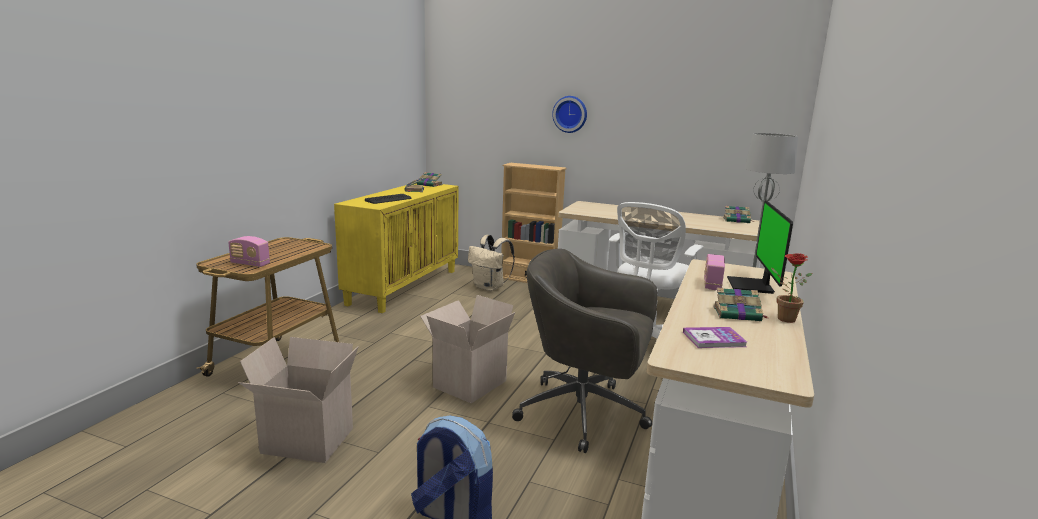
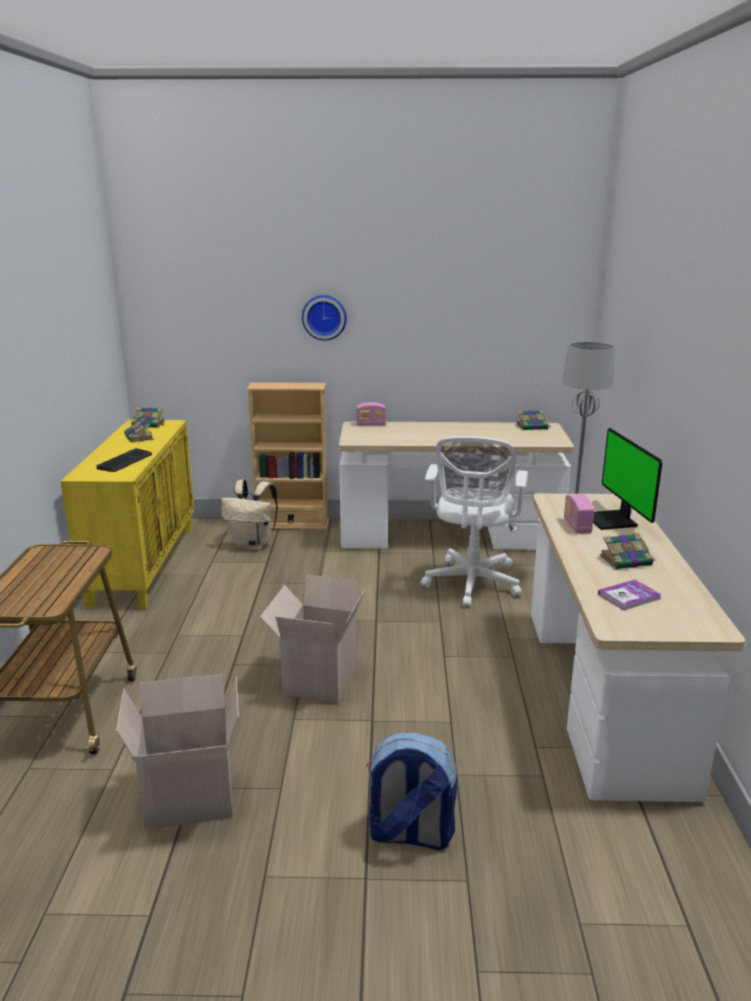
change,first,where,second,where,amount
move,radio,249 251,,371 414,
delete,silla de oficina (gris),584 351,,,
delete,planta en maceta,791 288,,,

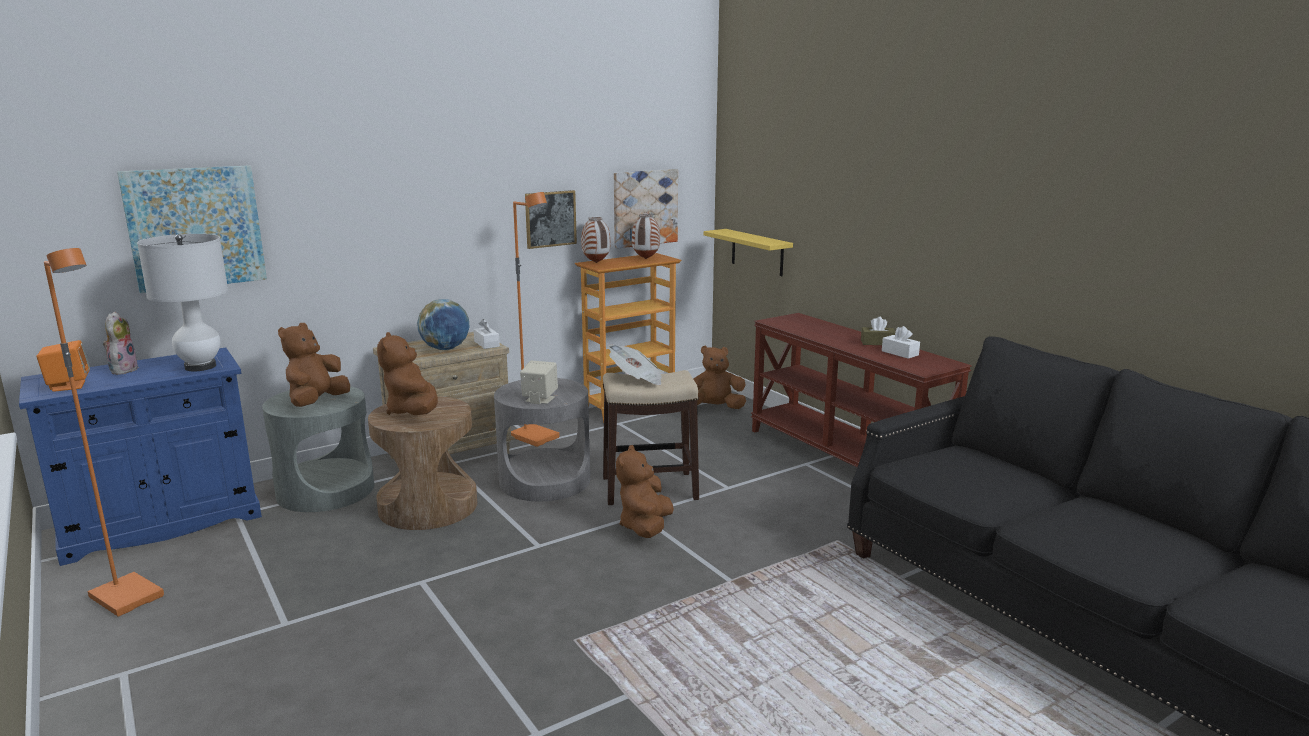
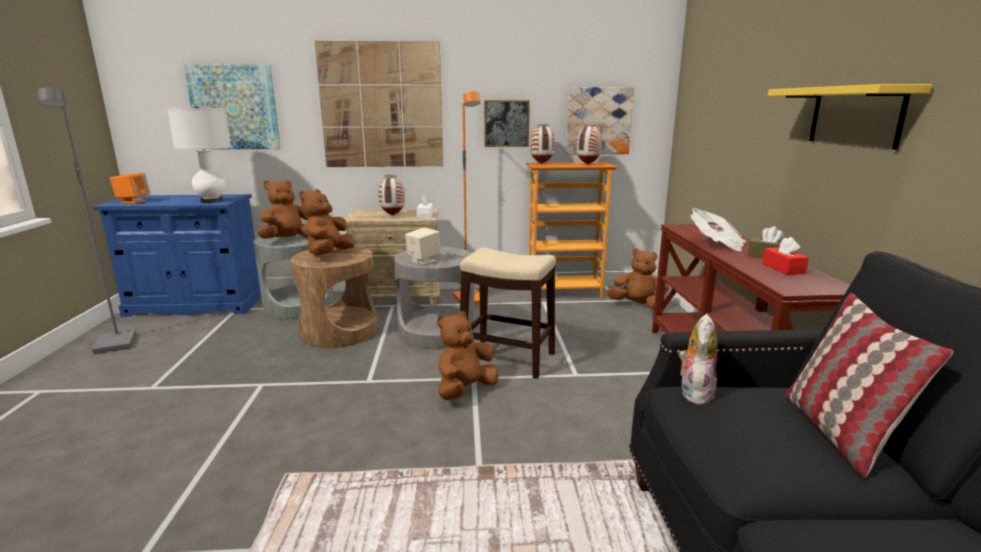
change,first,where,second,where,amount
move,estante (amarillo),748 252,,850 117,
recolor,lámpara de pie (naranja),104 432,lámpara de pie (gris),86 221,
replace,globo terráqueo,443 324,florero,391 195,
move,peluche,121 343,,698 359,
recolor,caja de pañuelos (blanco),901 342,caja de pañuelos (rojo),785 256,
move,periódico,635 364,,718 229,
insert,,,cuadro,379 104,
insert,,,cojín,869 385,

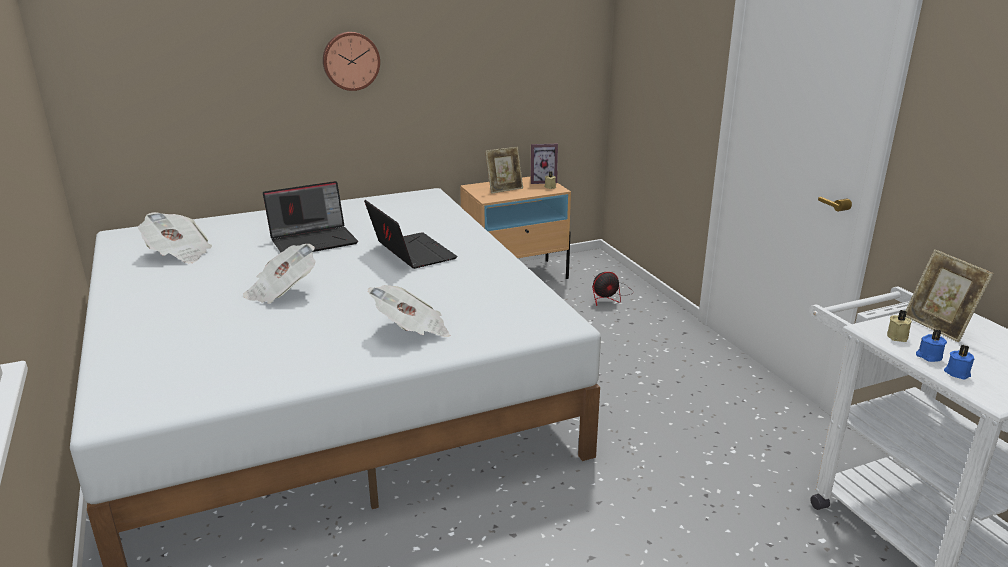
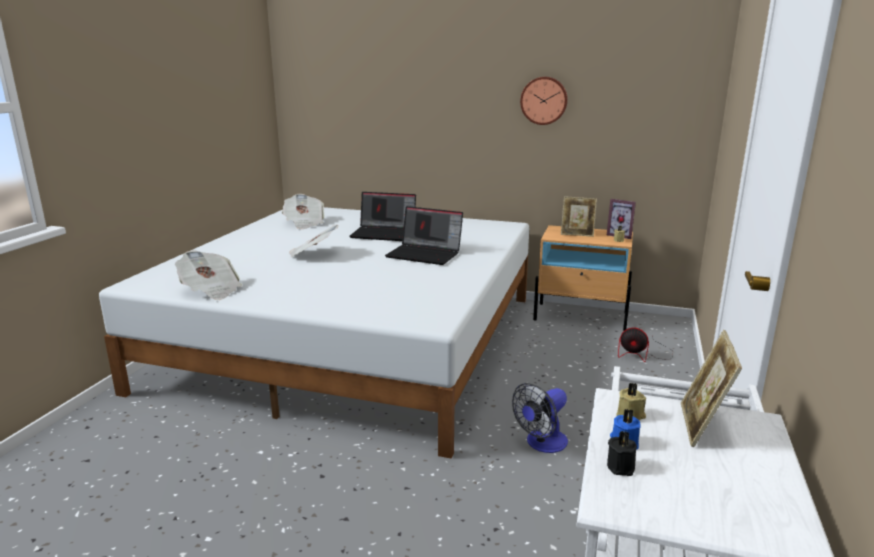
change,first,where,second,where,amount
move,reloj de pared,351 61,,544 101,
rotate,portátil,411 234,,424 235,105 degrees clockwise
move,periódico,409 311,,208 275,
recolor,vela (azul),959 362,vela (negro),622 453,
insert,,,ventilador,540 418,

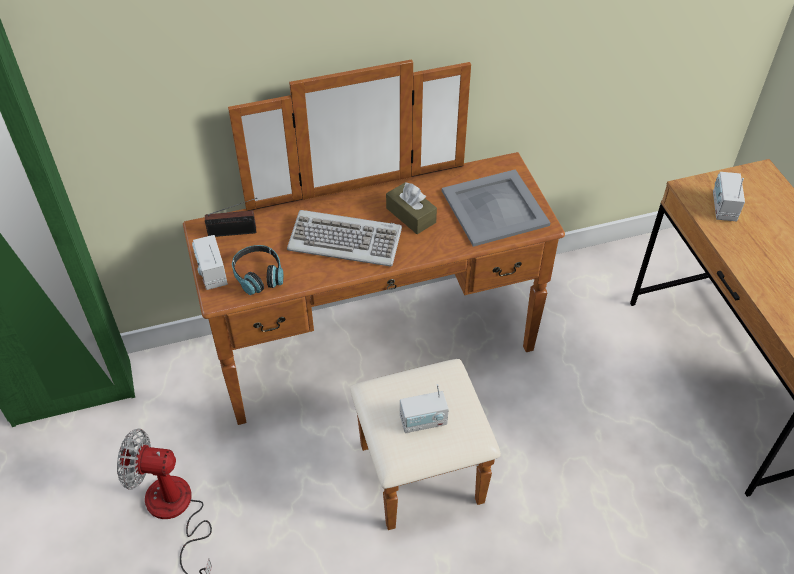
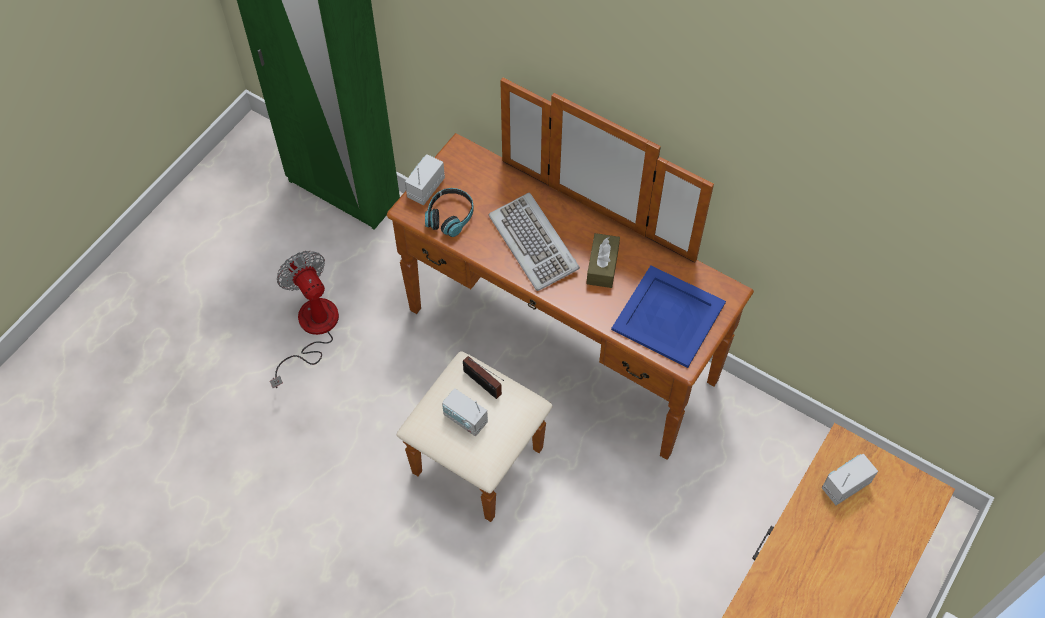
change,first,where,second,where,amount
recolor,bandeja (gris),496 208,bandeja (azul),668 316,
move,radio,231 217,,483 377,

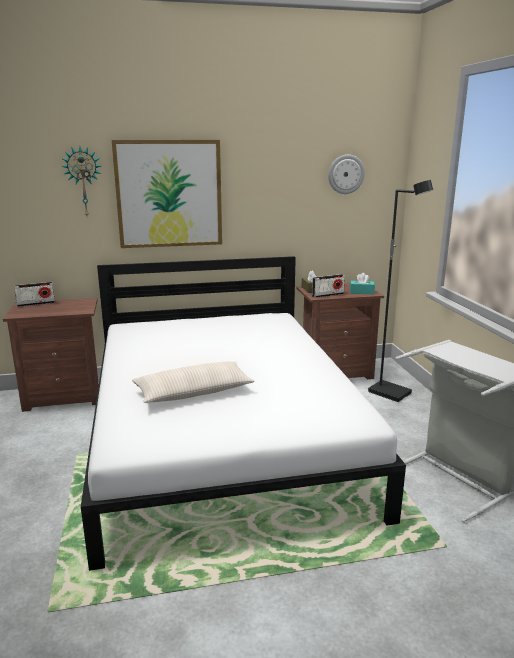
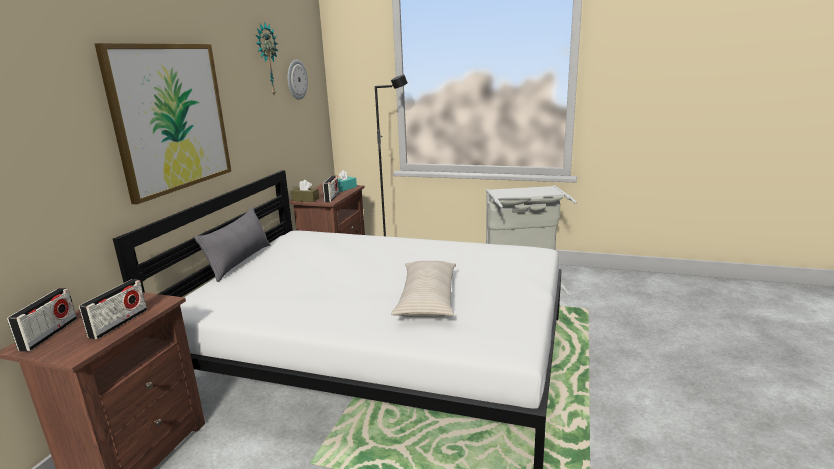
change,first,where,second,where,amount
move,reloj de pared,81 181,,267 59,
insert,,,cojín (gris),232 244,
insert,,,radio,113 309,

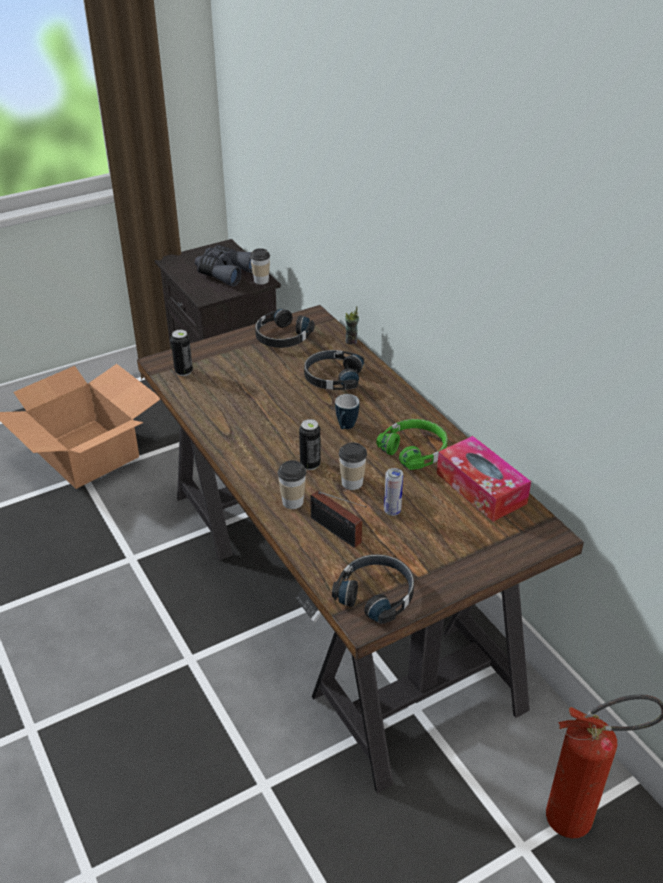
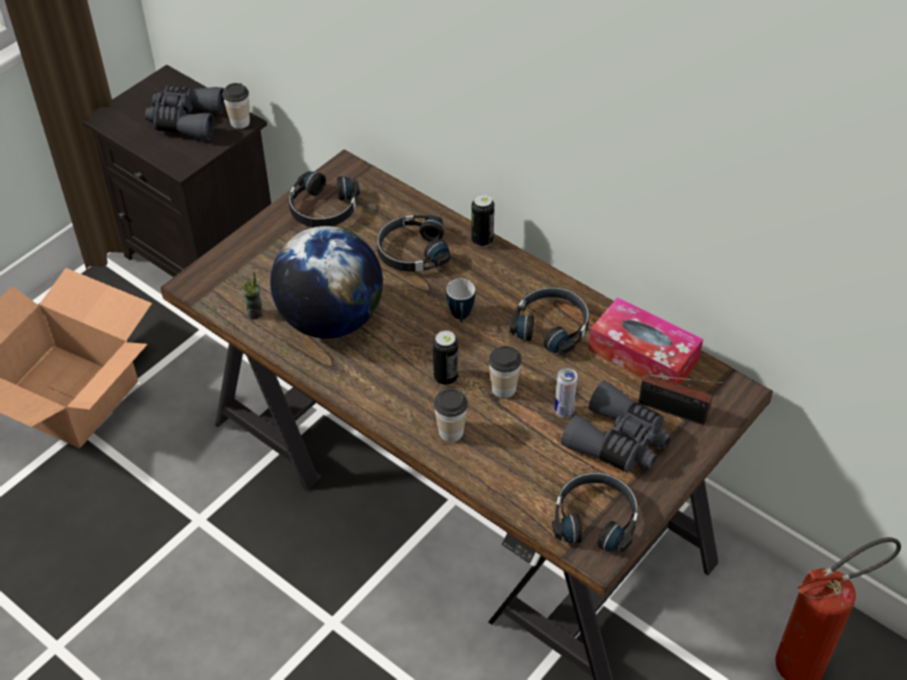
change,first,where,second,where,amount
move,taza,352 325,,252 296,
move,lata,182 353,,482 220,
recolor,auriculares (verde),412 444,auriculares (negro),549 321,
move,radio,338 519,,681 399,
insert,,,globo terráqueo,326 282,
insert,,,prismáticos (gris),616 426,

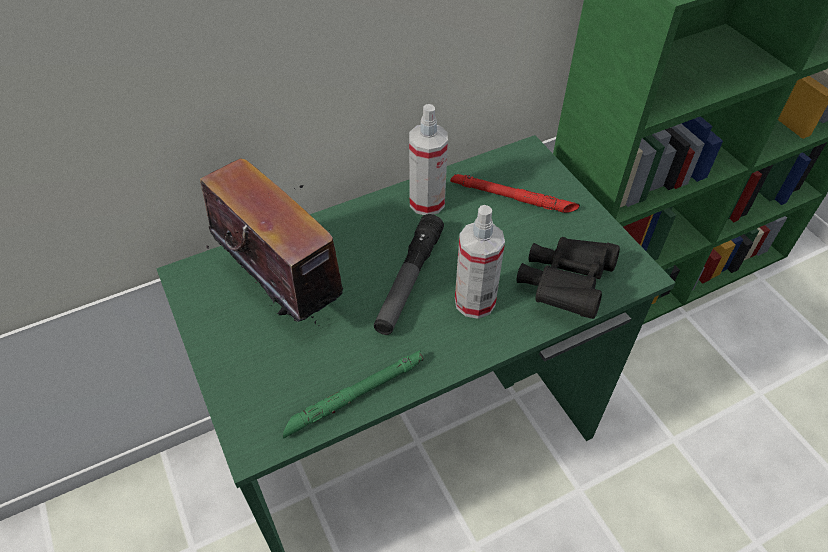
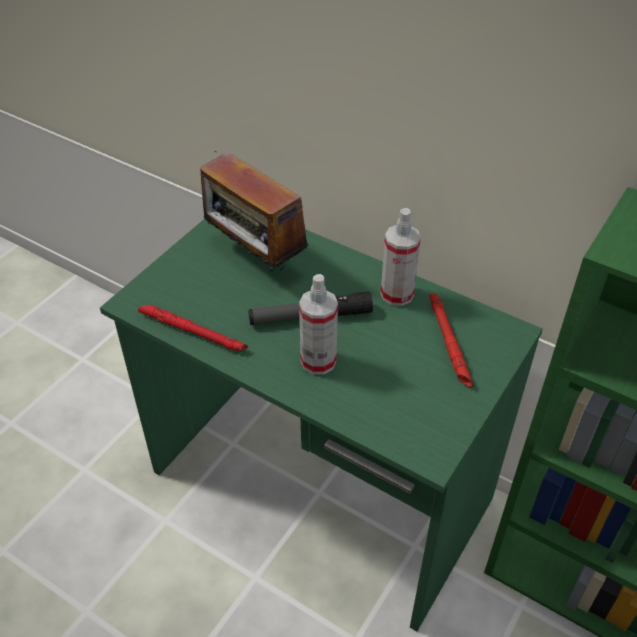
change,first,where,second,where,amount
rotate,radio,271 242,,254 211,120 degrees clockwise
delete,prismáticos (negro),568 278,,,
recolor,linterna (verde),353 394,linterna (rojo),193 328,

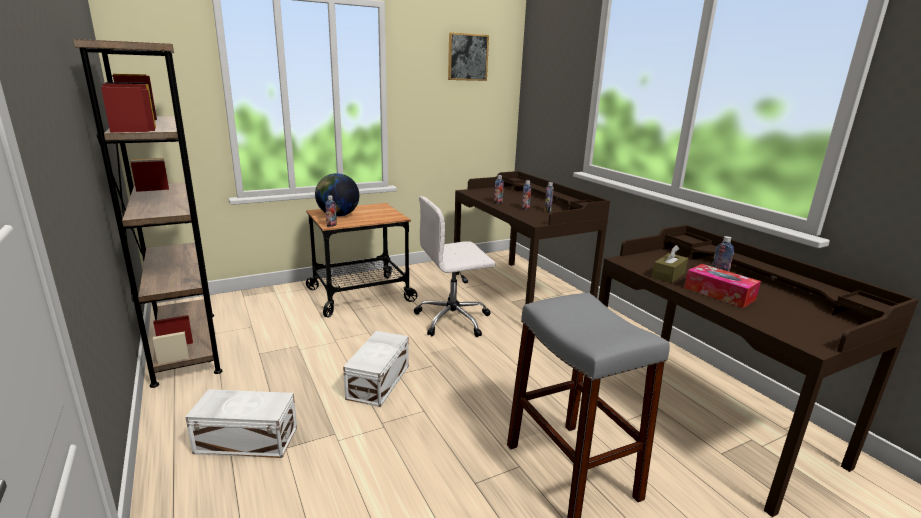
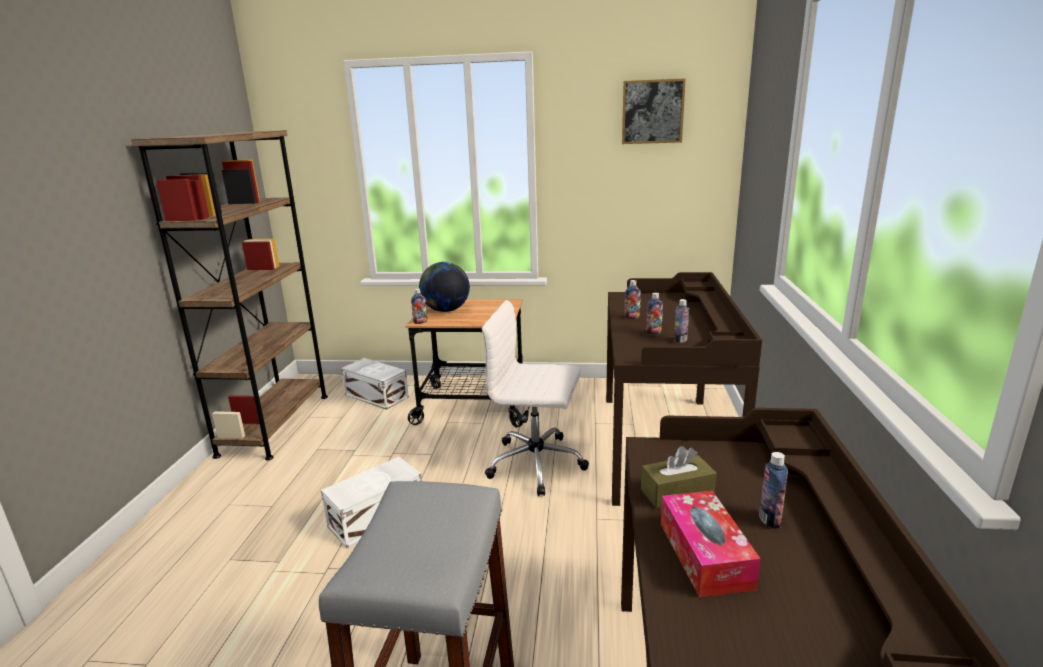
change,first,where,second,where,amount
move,caja de almacenaje (blanco),241 423,,375 384,

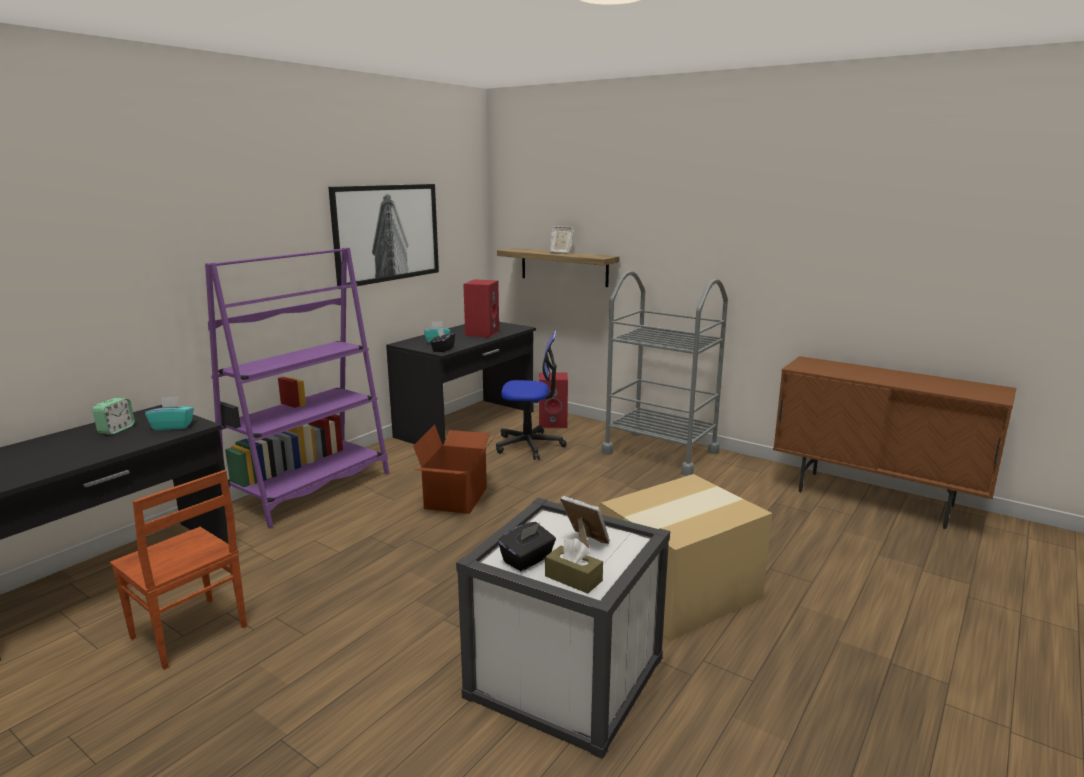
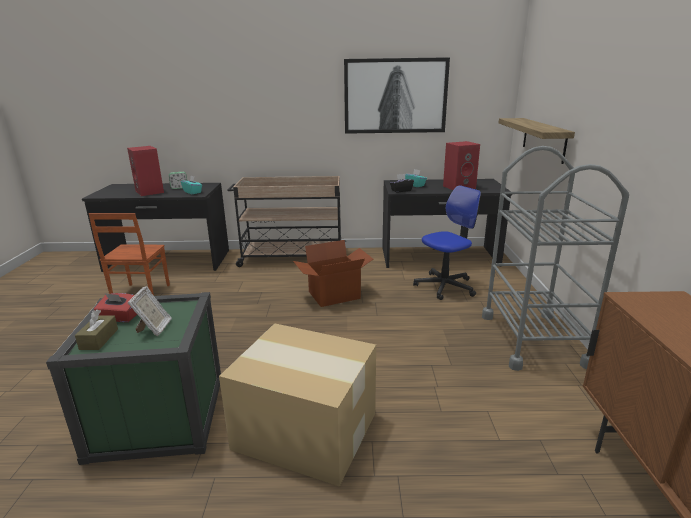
change,first,where,second,where,amount
delete,portarretratos,562 240,,,
replace,estantería (morado),297 388,carrito (beis),287 221,
rotate,silla de oficina,531 395,,447 242,90 degrees counterclockwise
move,altavoz (rojo),553 400,,145 171,
recolor,caja de almacenaje (blanco),563 628,caja de almacenaje (verde),133 378,
recolor,caja de pañuelos (negro),527 546,caja de pañuelos (rojo),115 307,

